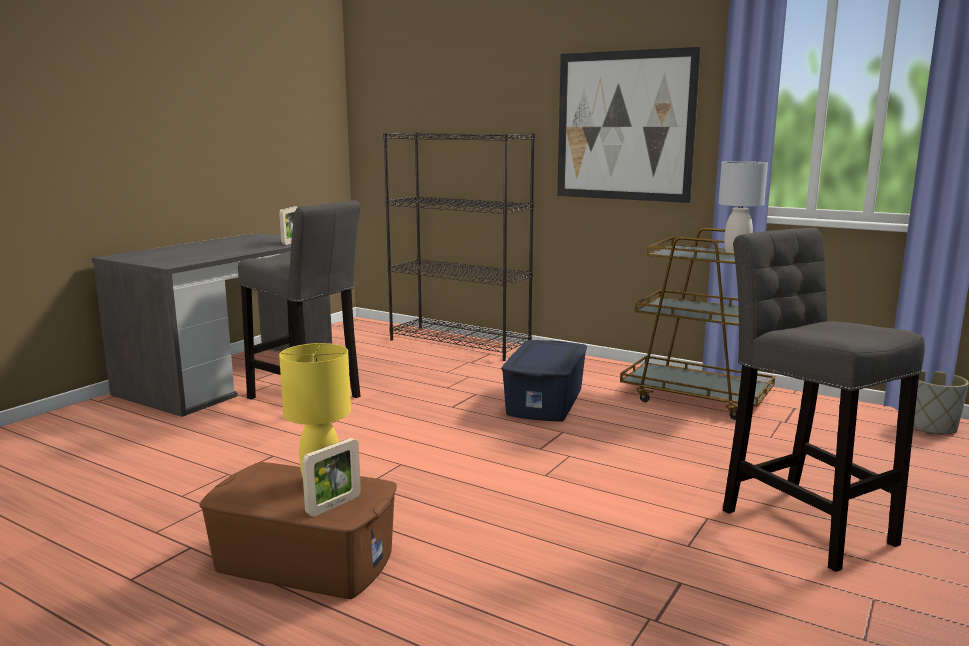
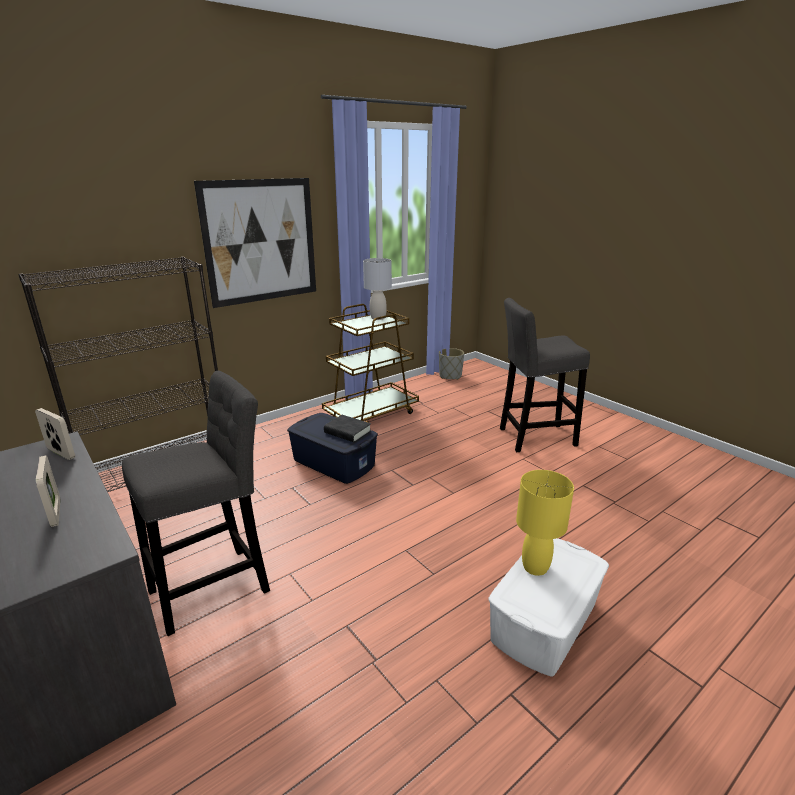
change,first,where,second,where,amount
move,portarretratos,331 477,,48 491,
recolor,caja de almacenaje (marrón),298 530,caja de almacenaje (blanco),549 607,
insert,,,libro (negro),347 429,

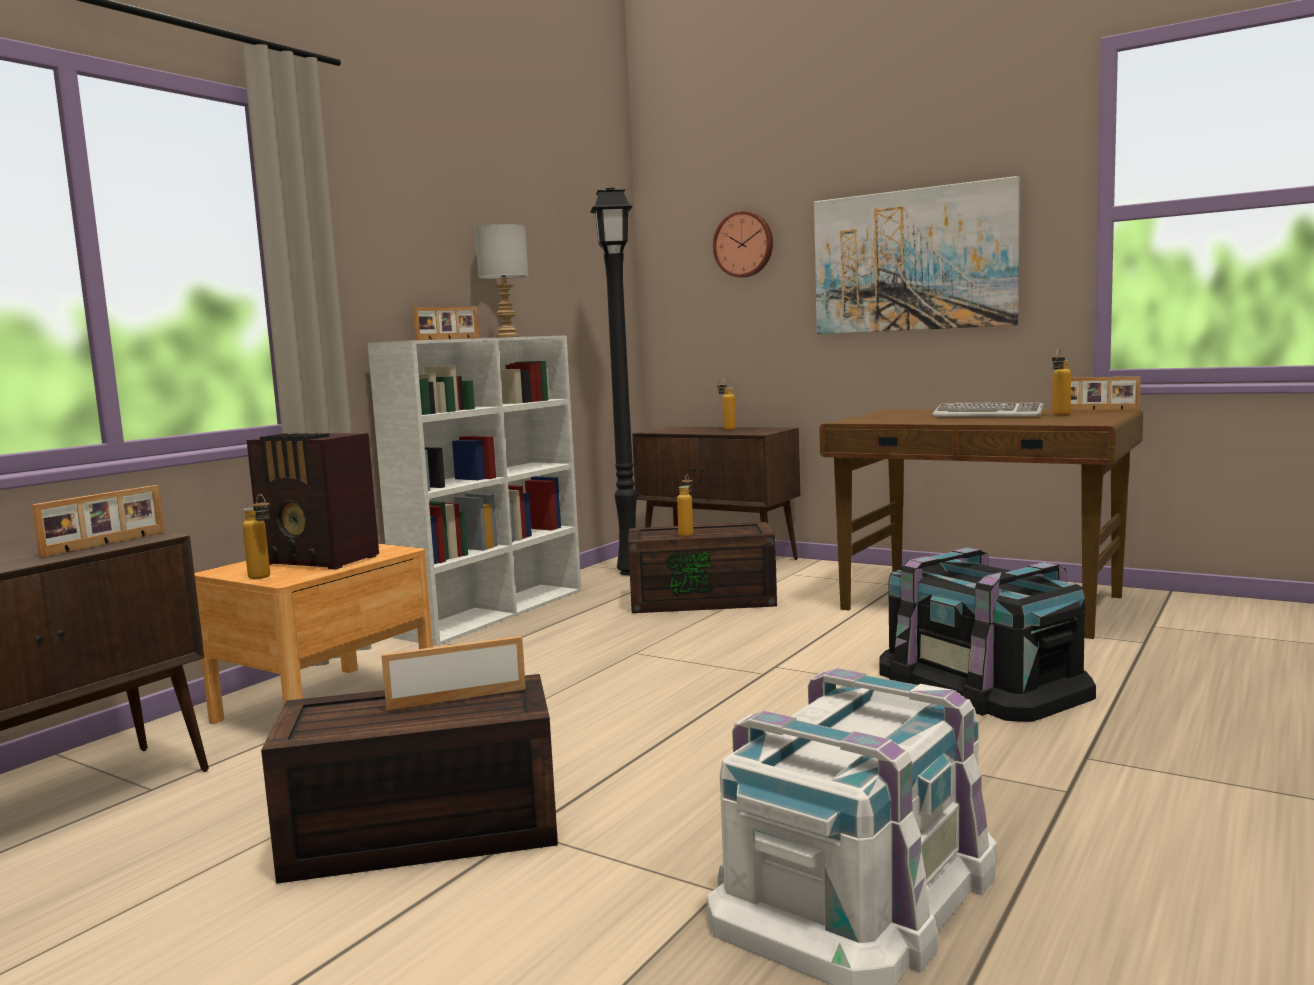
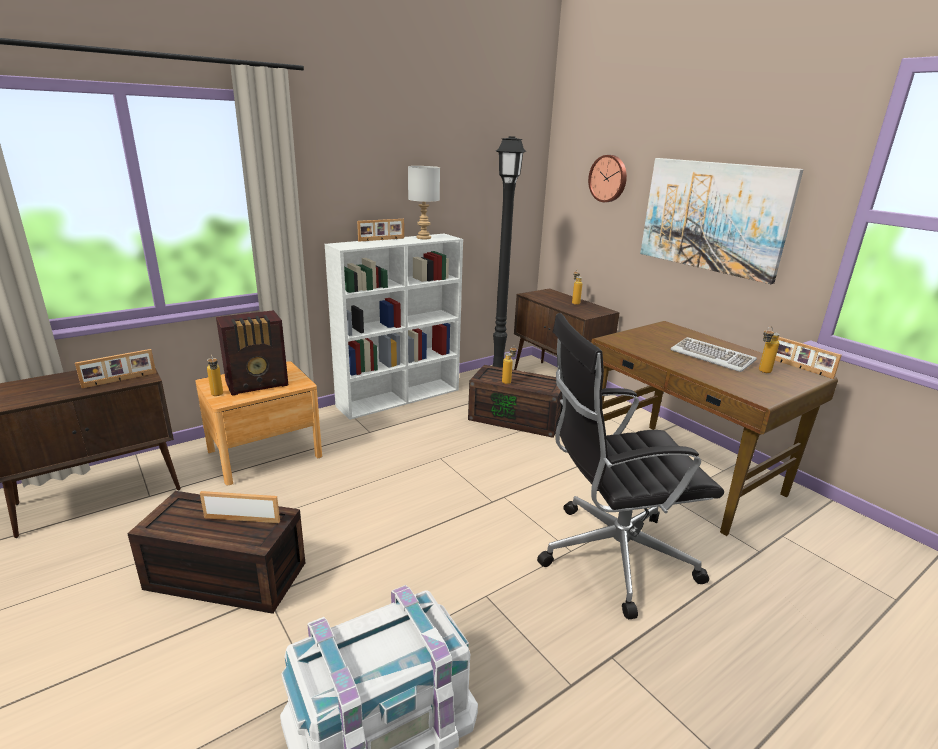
change,first,where,second,where,amount
rotate,radio,313 501,,252 352,75 degrees counterclockwise
replace,caja de almacenaje (negro),987 635,silla de oficina (negro),630 466,

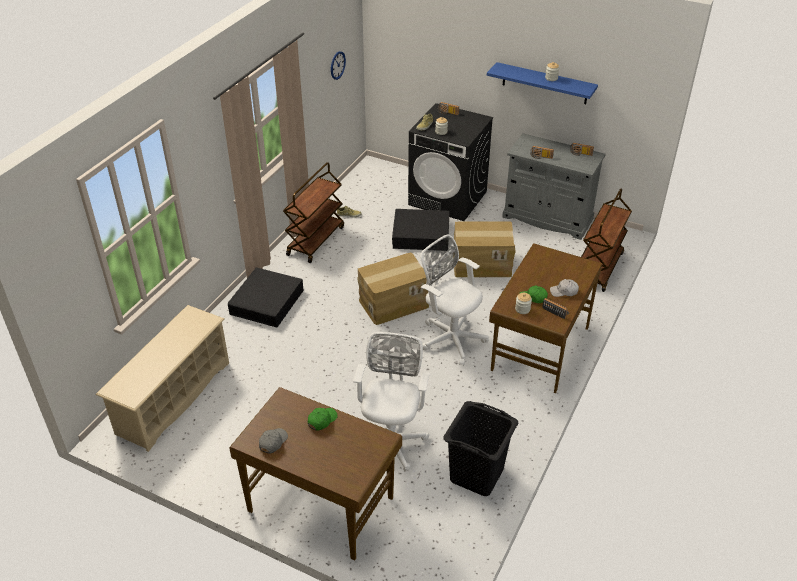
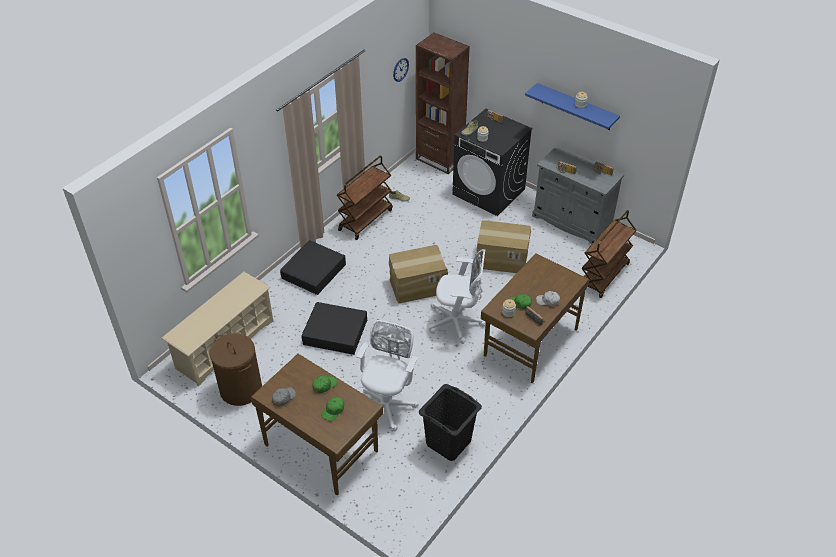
change,first,where,second,where,amount
move,caja de almacenaje (negro),421 229,,334 328,
rotate,silla de oficina (blanco),454 300,,457 296,135 degrees clockwise
insert,,,estantería (marrón),443 103,
insert,,,cesto de la ropa (marrón),235 369,
insert,,,gorra (verde),332 409,

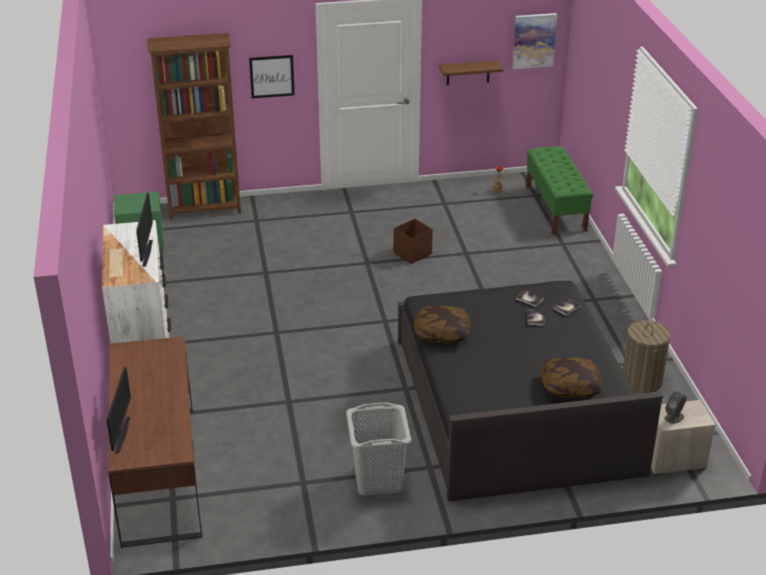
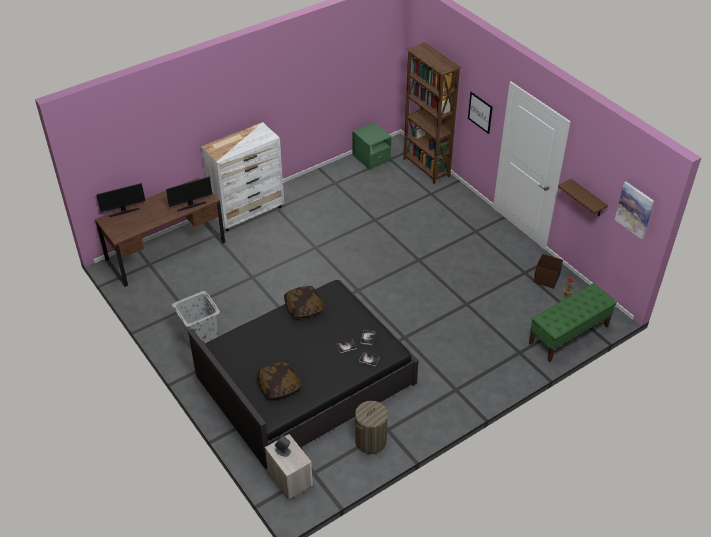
change,first,where,second,where,amount
move,monitor,144 230,,189 194,
move,caja de almacenaje (marrón),413 241,,548 271,

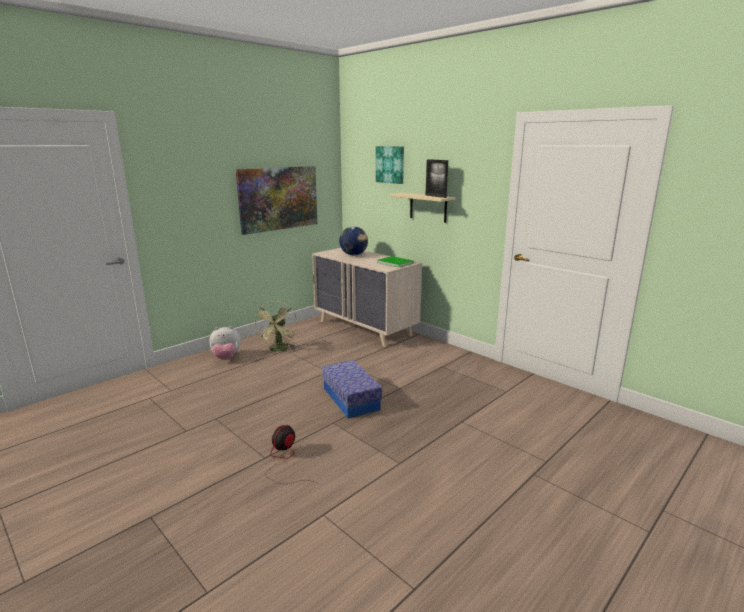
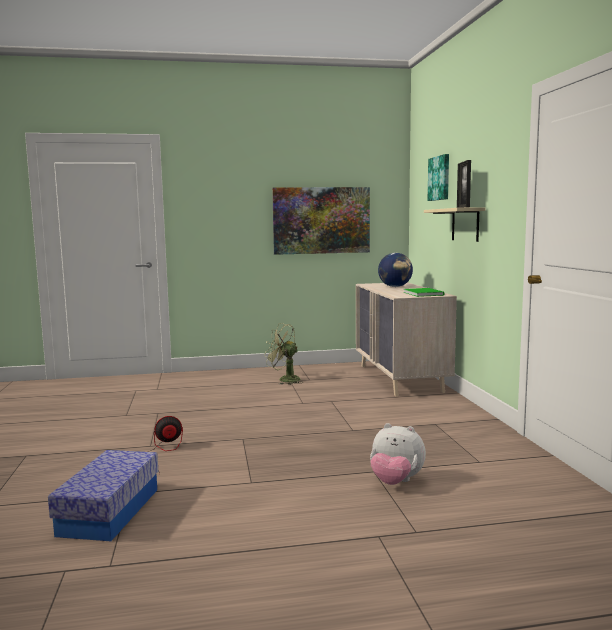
change,first,where,second,where,amount
rotate,ventilador (verde),275 326,,282 354,75 degrees clockwise
move,peluche,225 343,,398 454,
move,caja de almacenaje,352 389,,103 495,

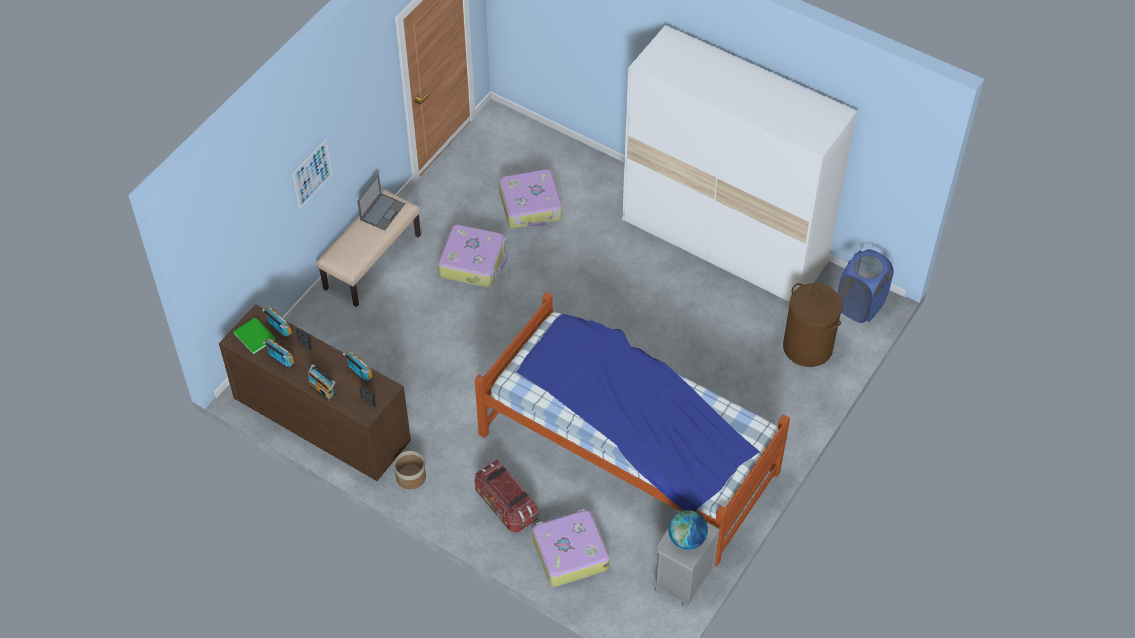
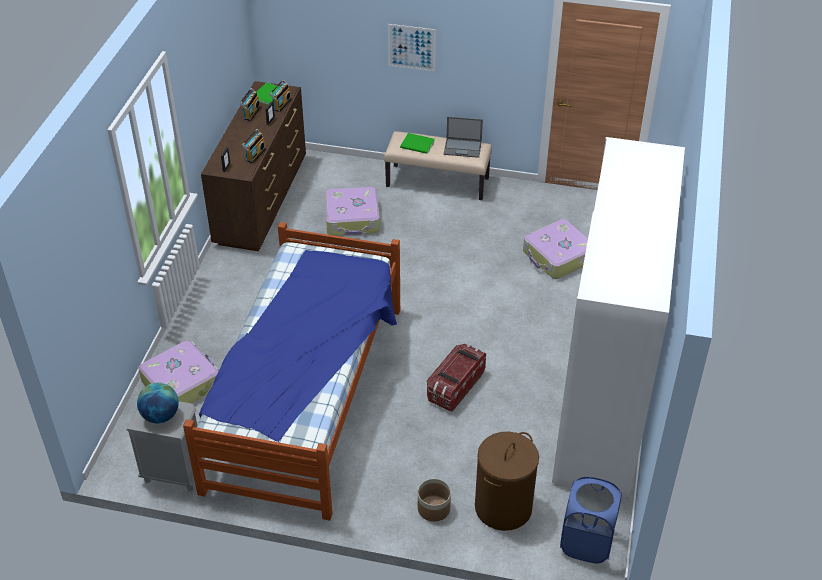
change,first,where,second,where,amount
move,maleta,472 255,,352 211,
delete,radio,322 382,,,
move,maceta,410 470,,434 500,
move,caja de almacenaje,506 496,,456 378,
insert,,,libro (verde),417 143,

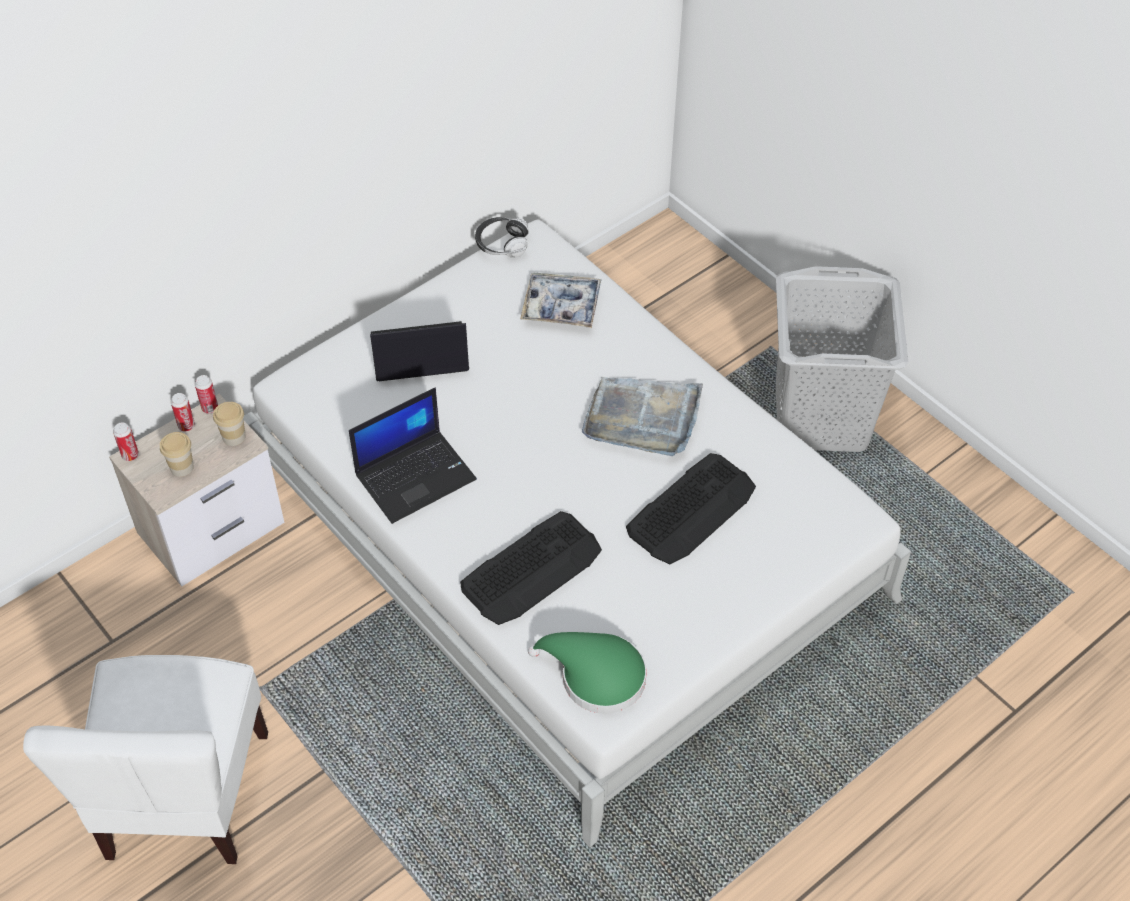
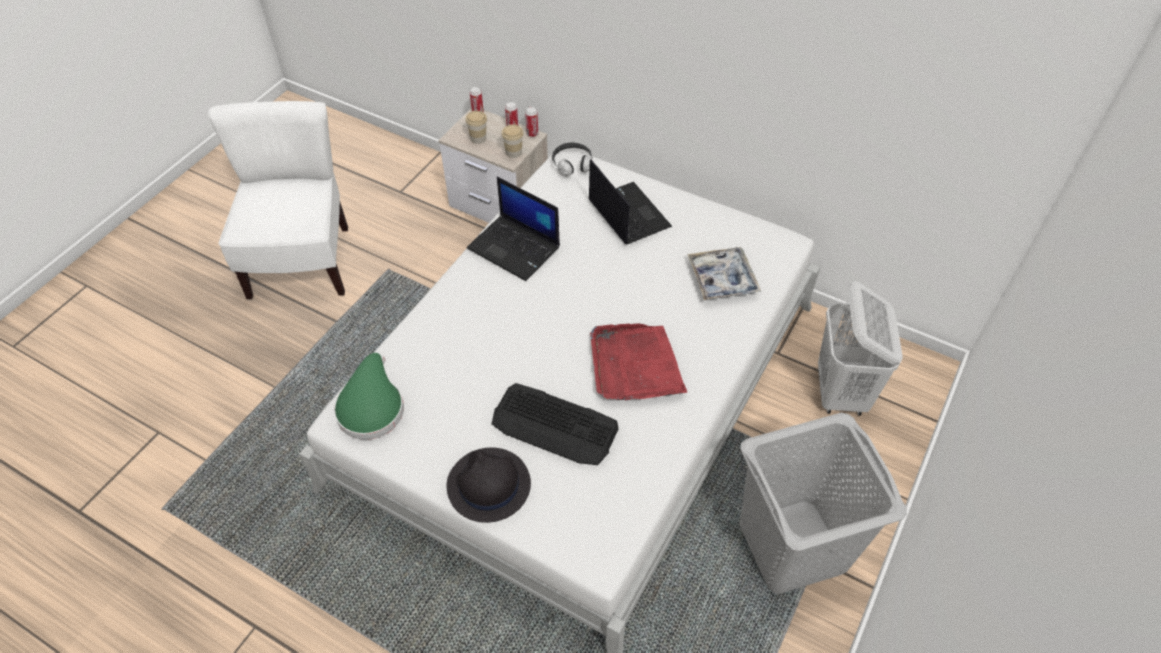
change,first,where,second,where,amount
move,auriculares,502 237,,572 159,
recolor,bandeja (gris),642 416,bandeja (rojo),638 362,
delete,teclado,531 568,,,
rotate,silla (blanco),145 759,,278 200,105 degrees clockwise
insert,,,cesto de la ropa (blanco),860 348,
insert,,,sombrero (negro),489 485,

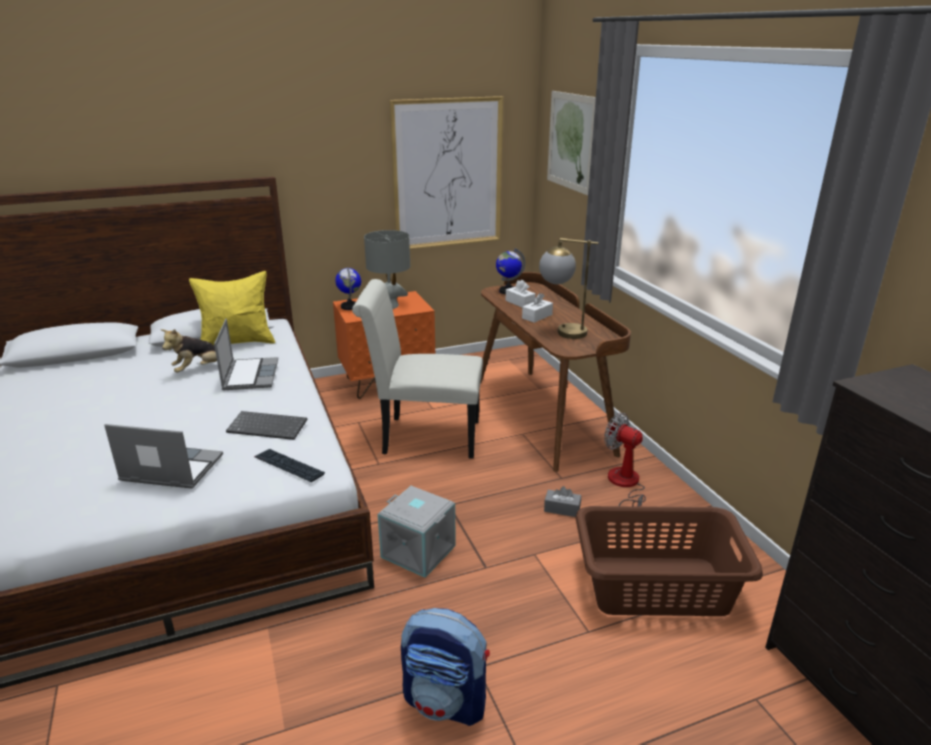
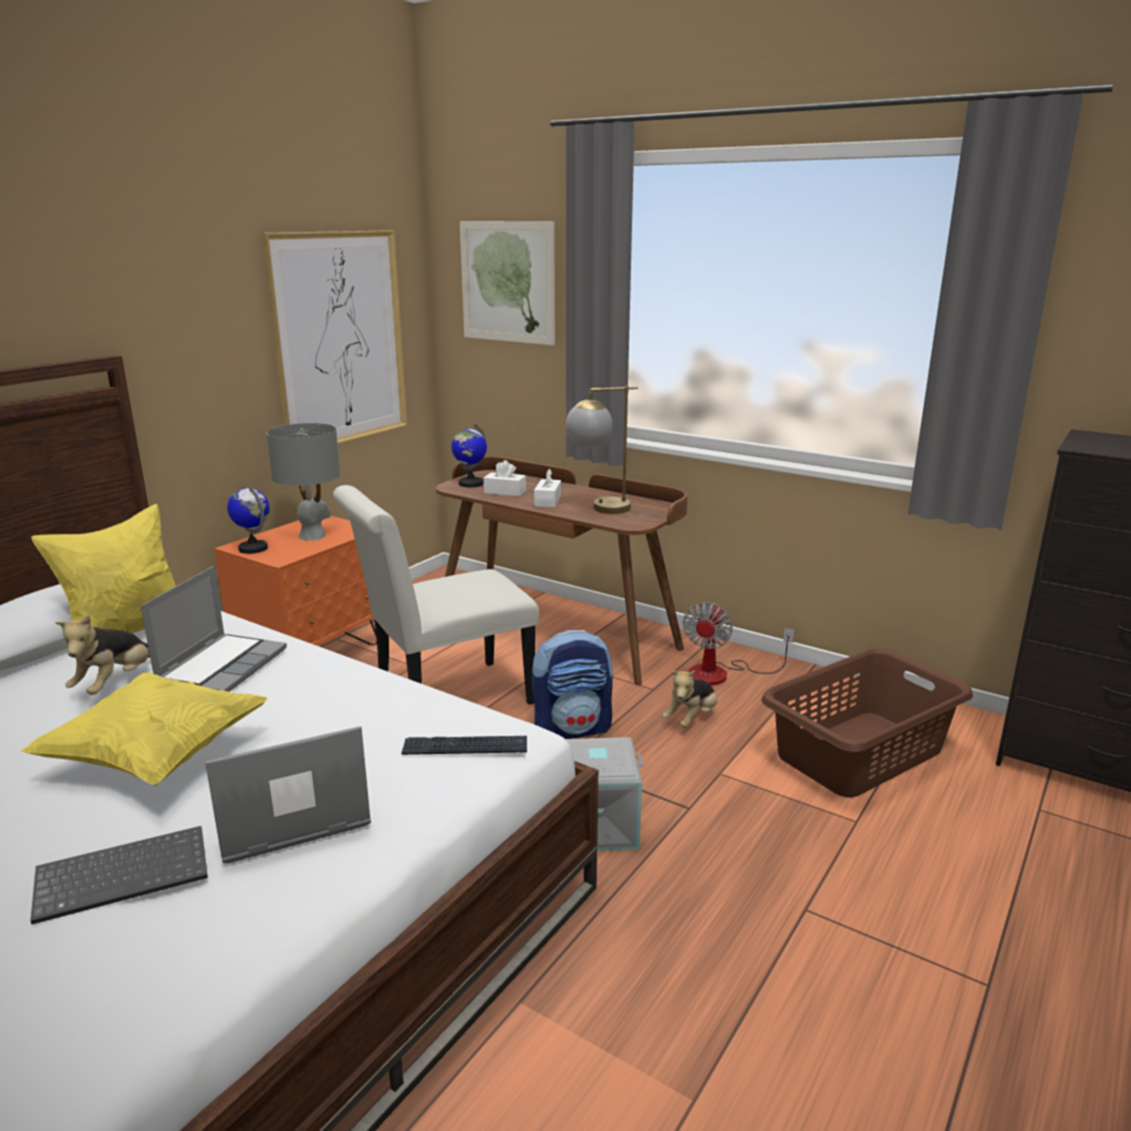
change,first,where,second,where,amount
rotate,portátil,246 354,,214 629,60 degrees clockwise
move,teclado,266 425,,119 875,
rotate,ventilador,625 459,,739 643,75 degrees counterclockwise
replace,caja de pañuelos (gris),562 501,peluche,689 699,
move,mochila,445 667,,572 684,
insert,,,cojín (amarillo),144 729,

